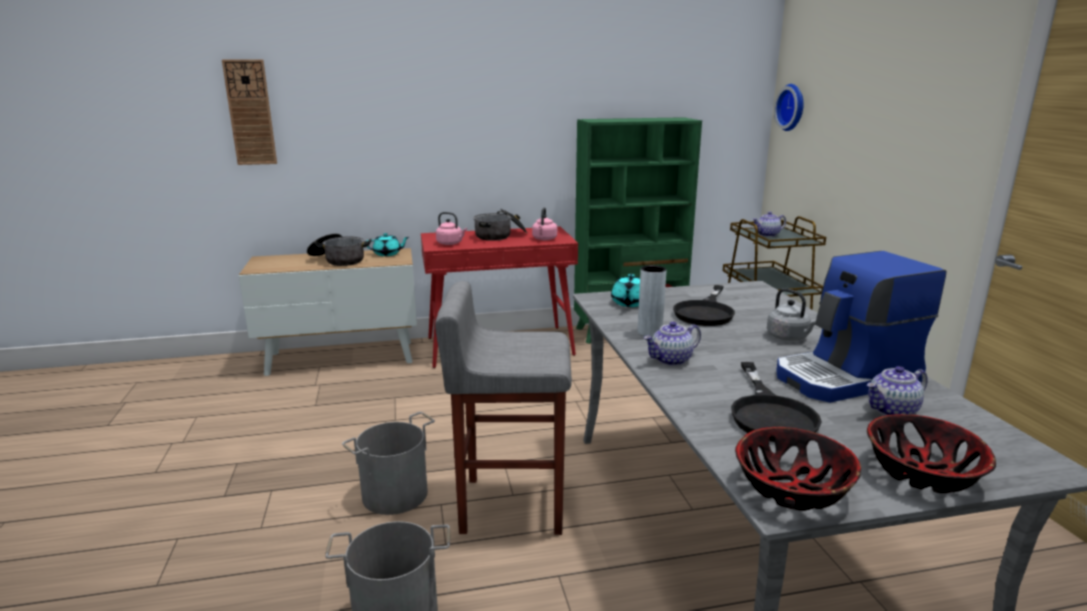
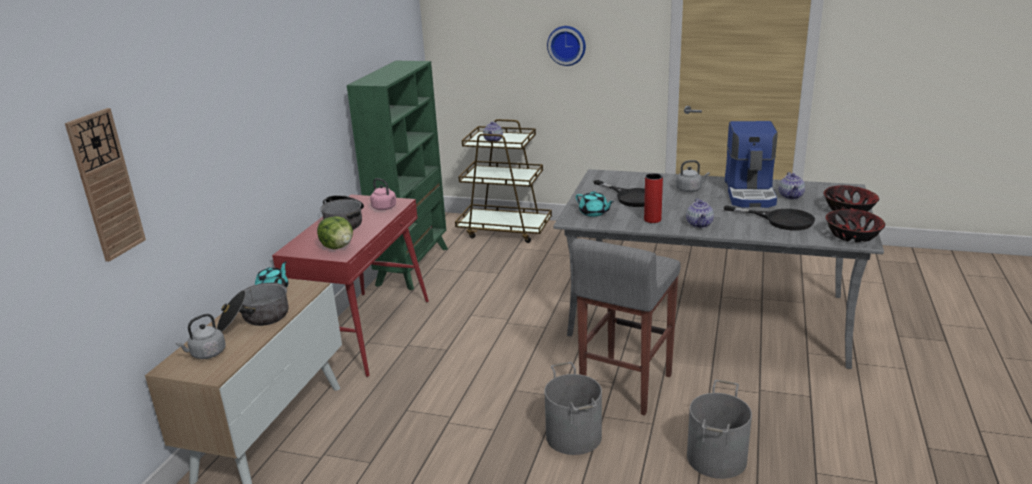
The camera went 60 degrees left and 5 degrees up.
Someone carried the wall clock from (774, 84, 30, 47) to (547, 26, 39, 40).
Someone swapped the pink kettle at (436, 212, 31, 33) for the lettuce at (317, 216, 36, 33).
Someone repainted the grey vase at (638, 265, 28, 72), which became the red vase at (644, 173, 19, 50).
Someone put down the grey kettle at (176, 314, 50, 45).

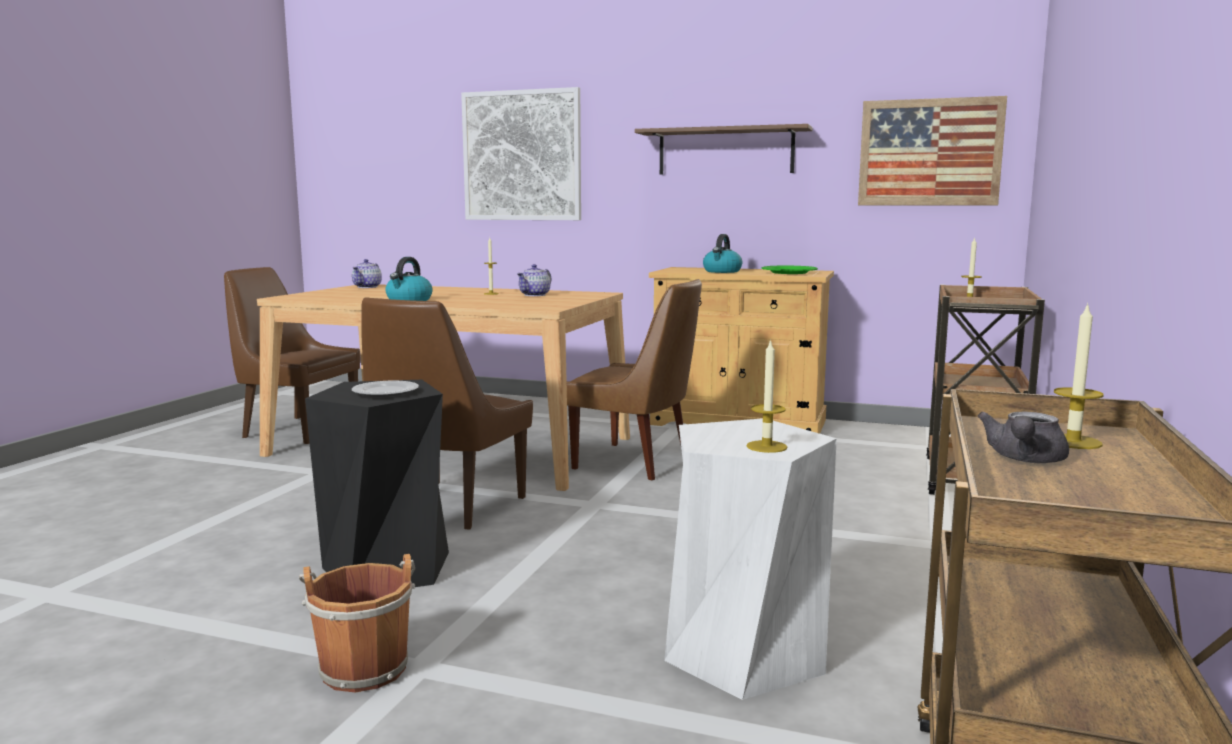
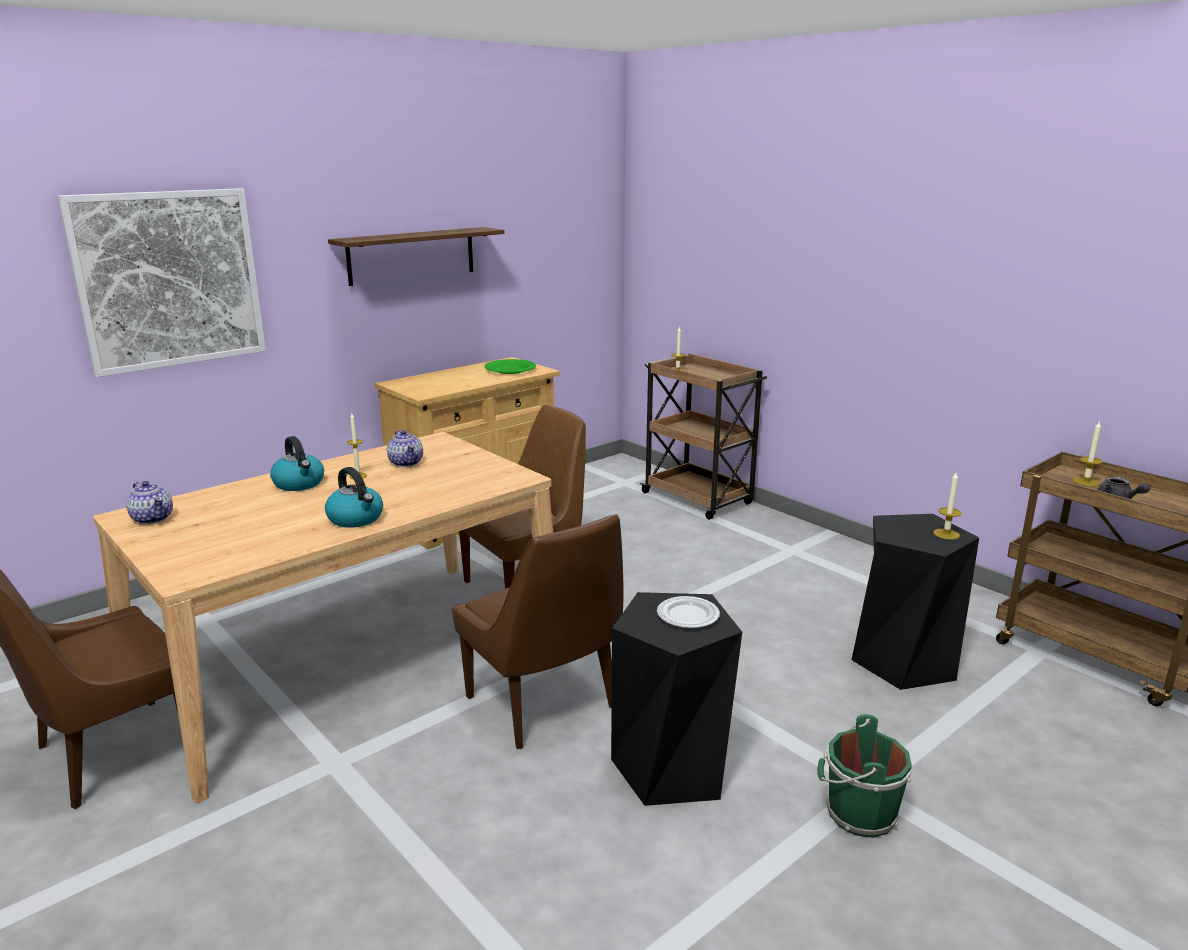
The camera went 60 degrees left and 10 degrees up.
Someone took away the picture at (858, 96, 149, 109).
Someone carried the kettle from (703, 234, 39, 39) to (270, 436, 54, 55).
Someone repainted the white stool at (664, 418, 173, 282), which became the black stool at (852, 514, 127, 176).
Someone repainted the brown bucket at (299, 554, 116, 138), which became the green bucket at (817, 714, 95, 124).

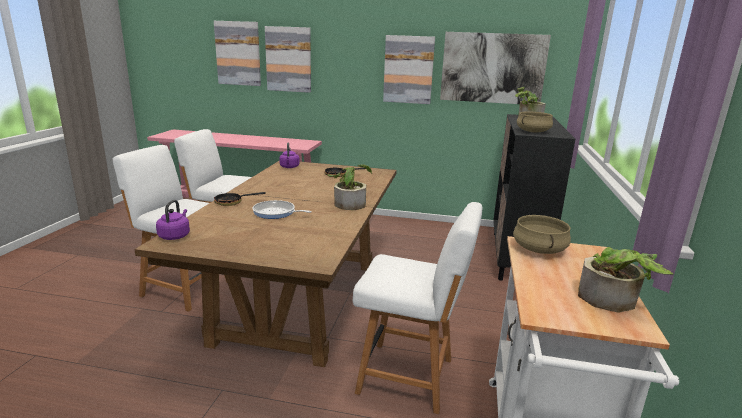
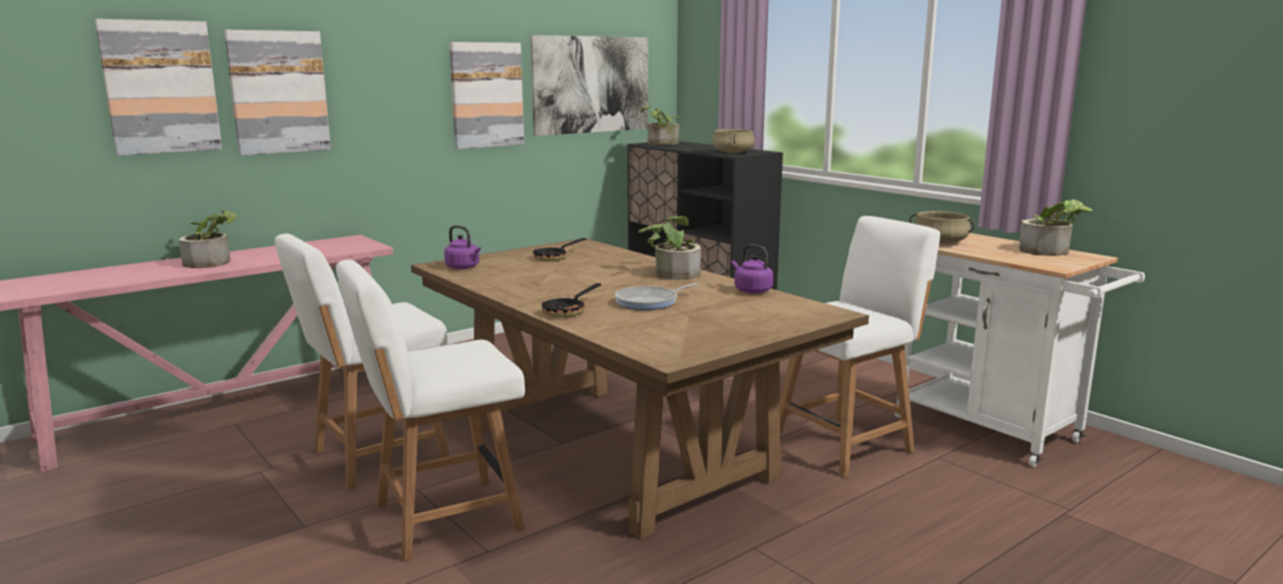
The camera went 50 degrees left and 5 degrees down.
Someone carried the purple kettle from (156, 200, 34, 40) to (732, 244, 41, 50).
Someone put down the potted plant at (179, 211, 57, 57).

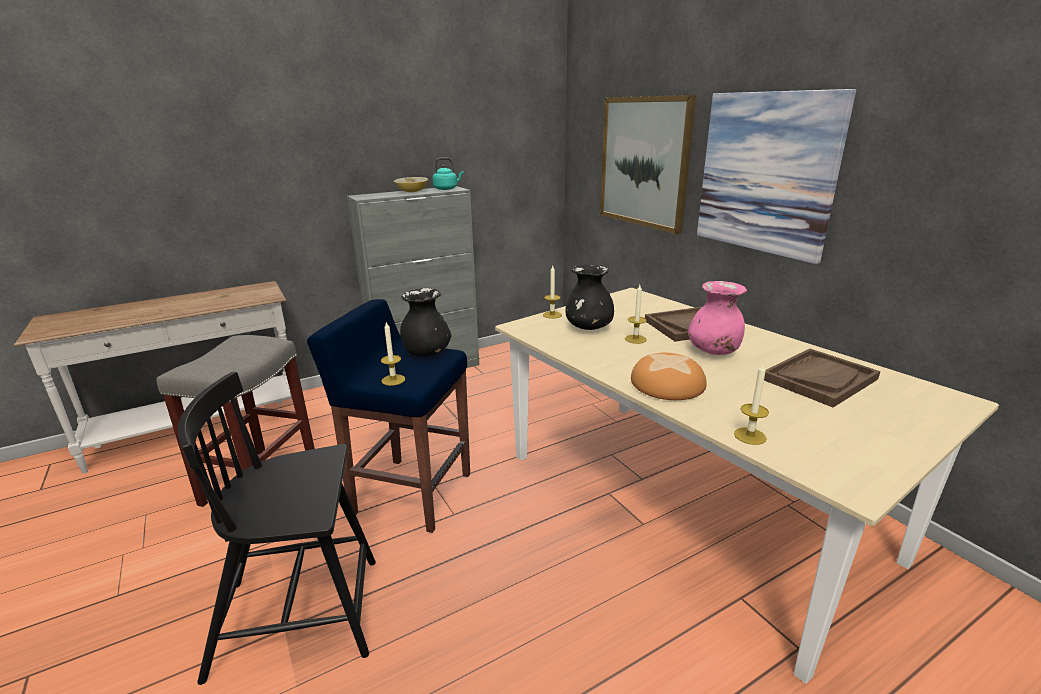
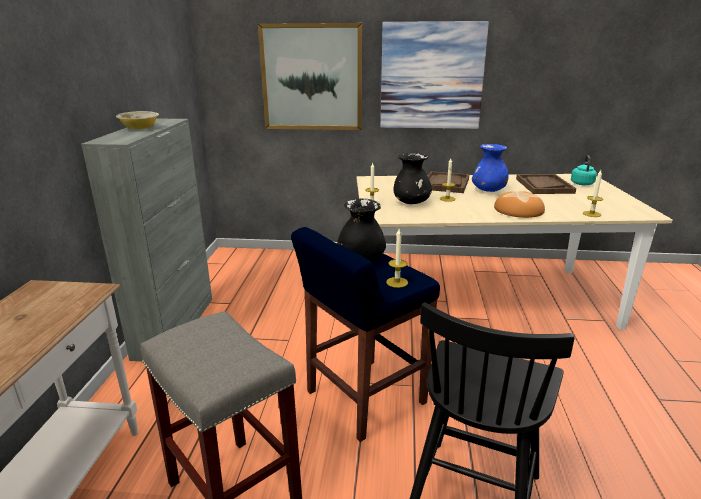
The camera went 55 degrees left and 0 degrees up.
Someone carried the turquoise kettle from (432, 158, 32, 32) to (571, 155, 26, 30).
Someone repainted the pink vase at (688, 281, 59, 74), which became the blue vase at (472, 144, 36, 48).

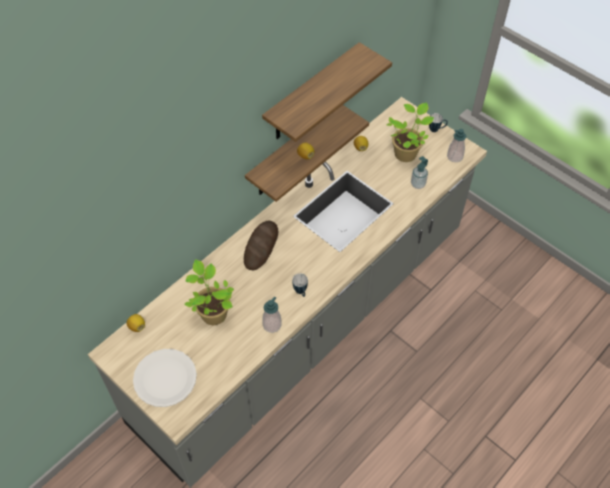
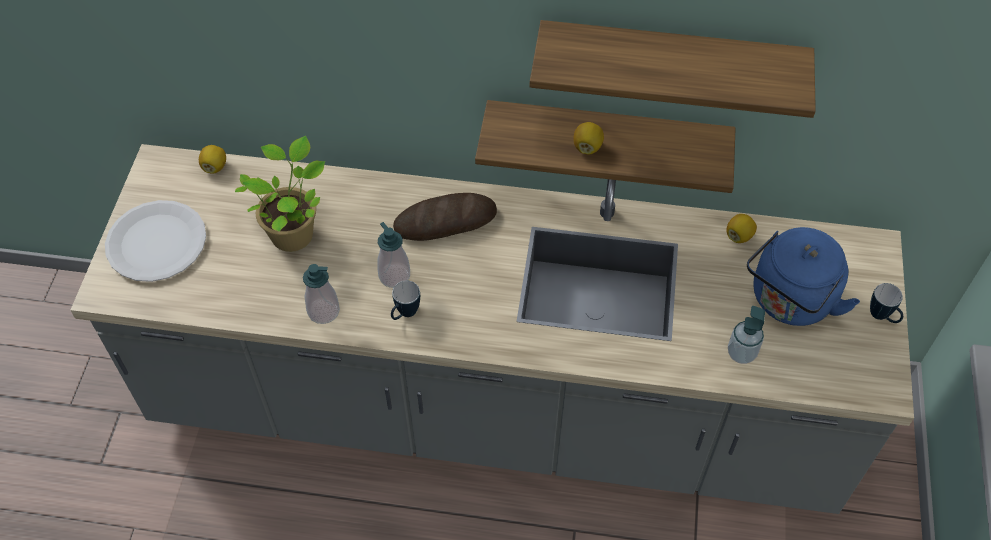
The camera went 55 degrees right and 0 degrees up.
Someone swapped the potted plant at (387, 102, 47, 60) for the blue kettle at (747, 227, 113, 99).
Someone carried the soap dispenser from (447, 129, 19, 33) to (377, 222, 33, 66).

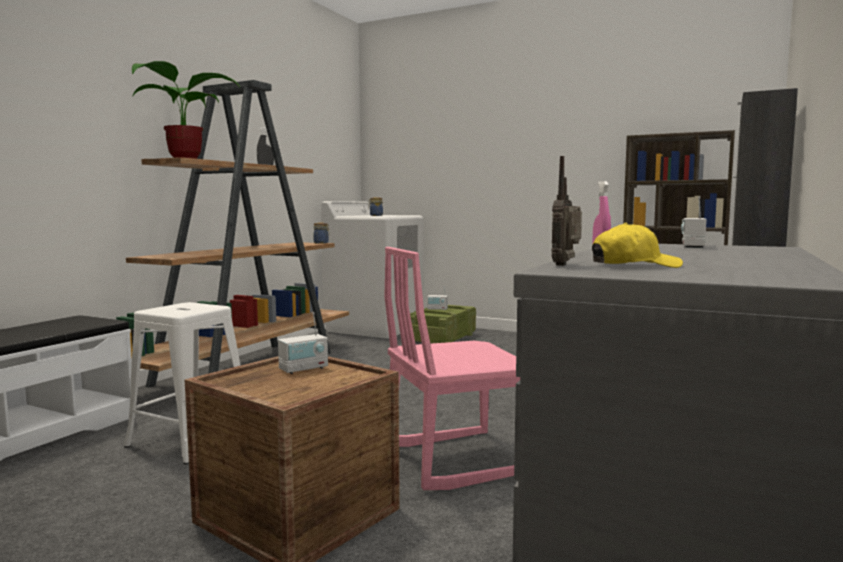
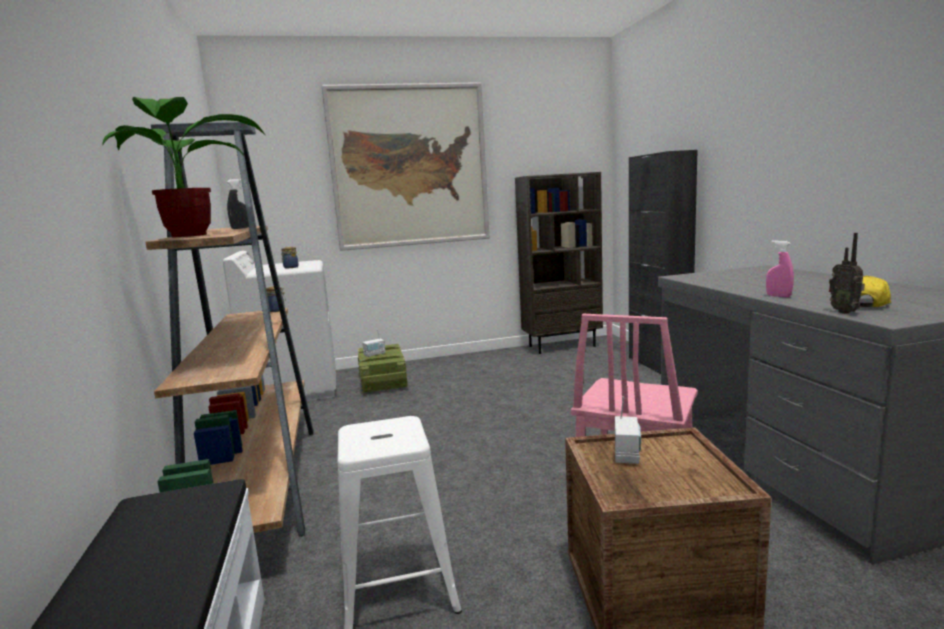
The camera went 40 degrees left and 5 degrees up.
Someone took away the radio at (681, 196, 26, 52).
Someone put up the picture at (322, 82, 168, 169).

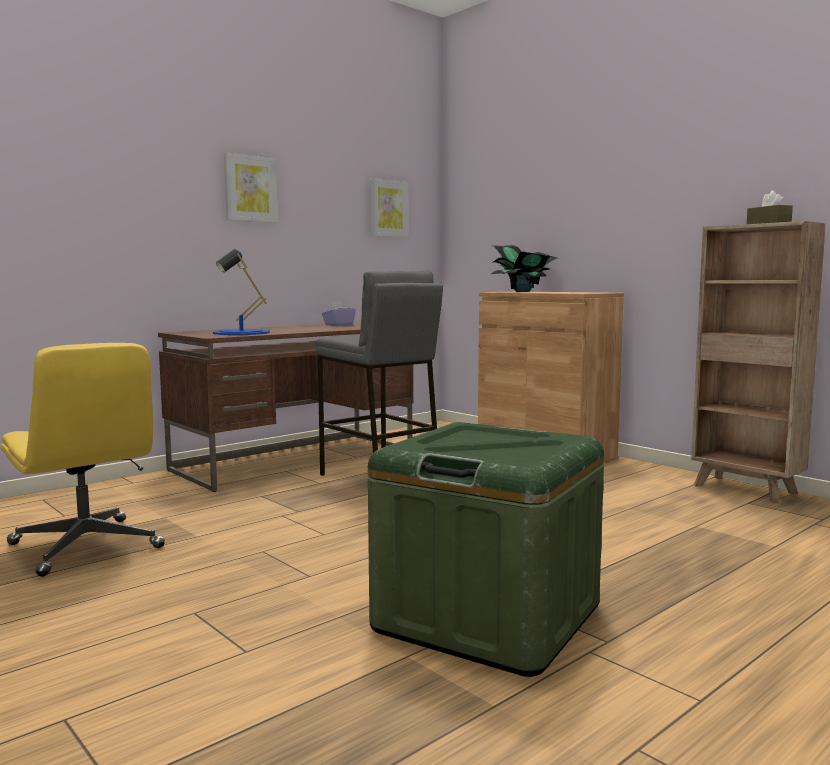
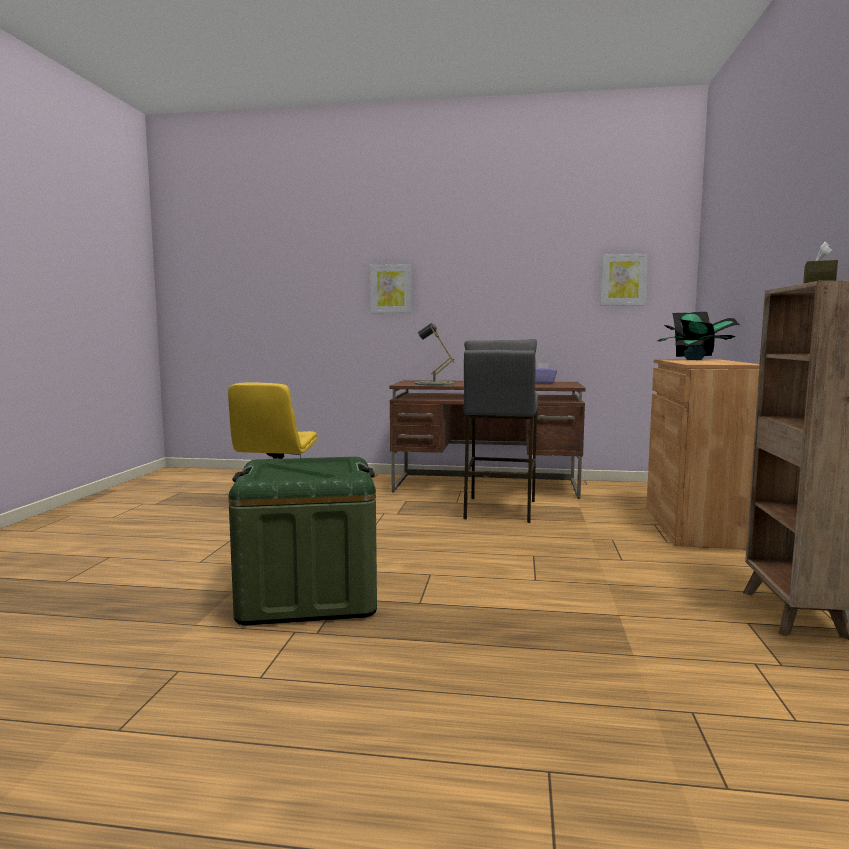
The camera went 50 degrees right and 0 degrees up.
Someone carried the picture from (224, 153, 54, 70) to (370, 264, 42, 49).
Someone repainted the blue table lamp at (213, 249, 57, 86), which became the grey table lamp at (415, 323, 40, 62).

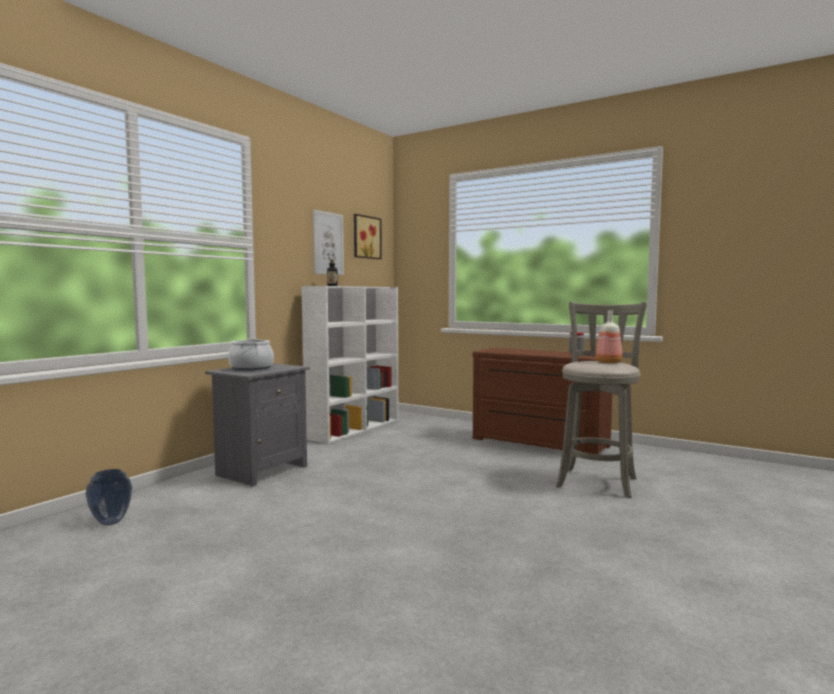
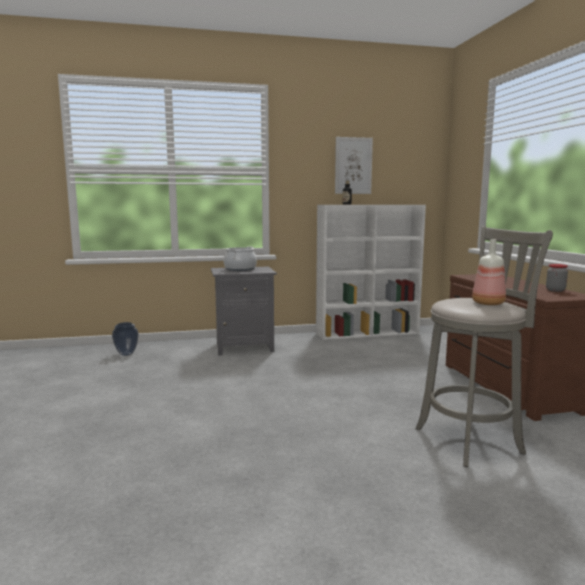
The camera went 45 degrees right and 5 degrees up.
Someone took away the picture at (354, 214, 28, 45).

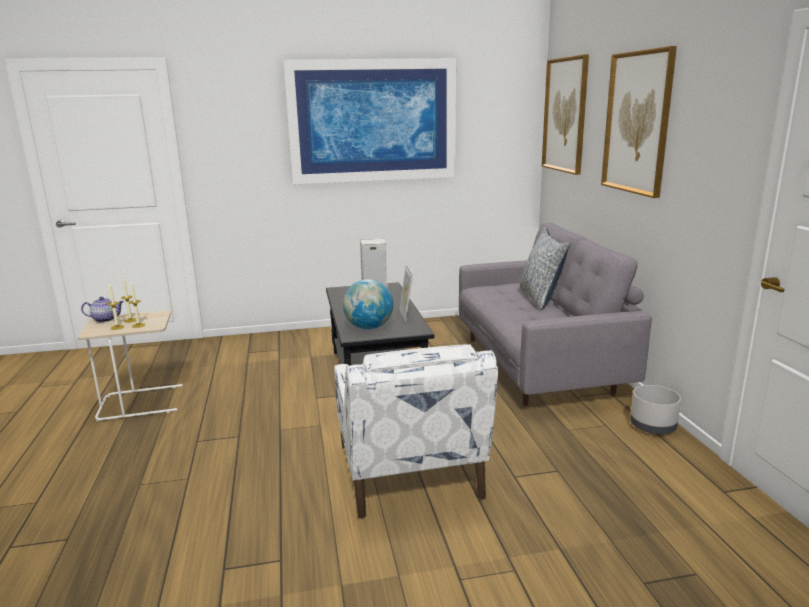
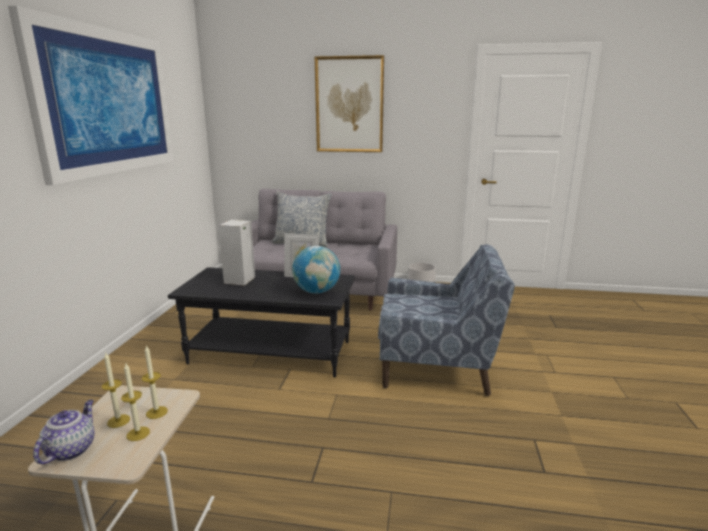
The camera went 70 degrees left and 0 degrees up.
Someone took away the picture at (542, 54, 47, 121).
Someone repainted the white armchair at (334, 344, 164, 175), which became the blue armchair at (378, 244, 137, 152).

